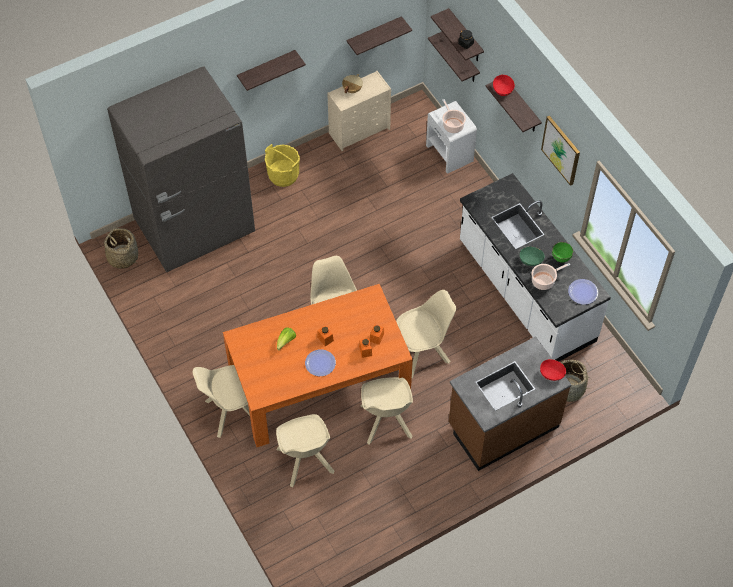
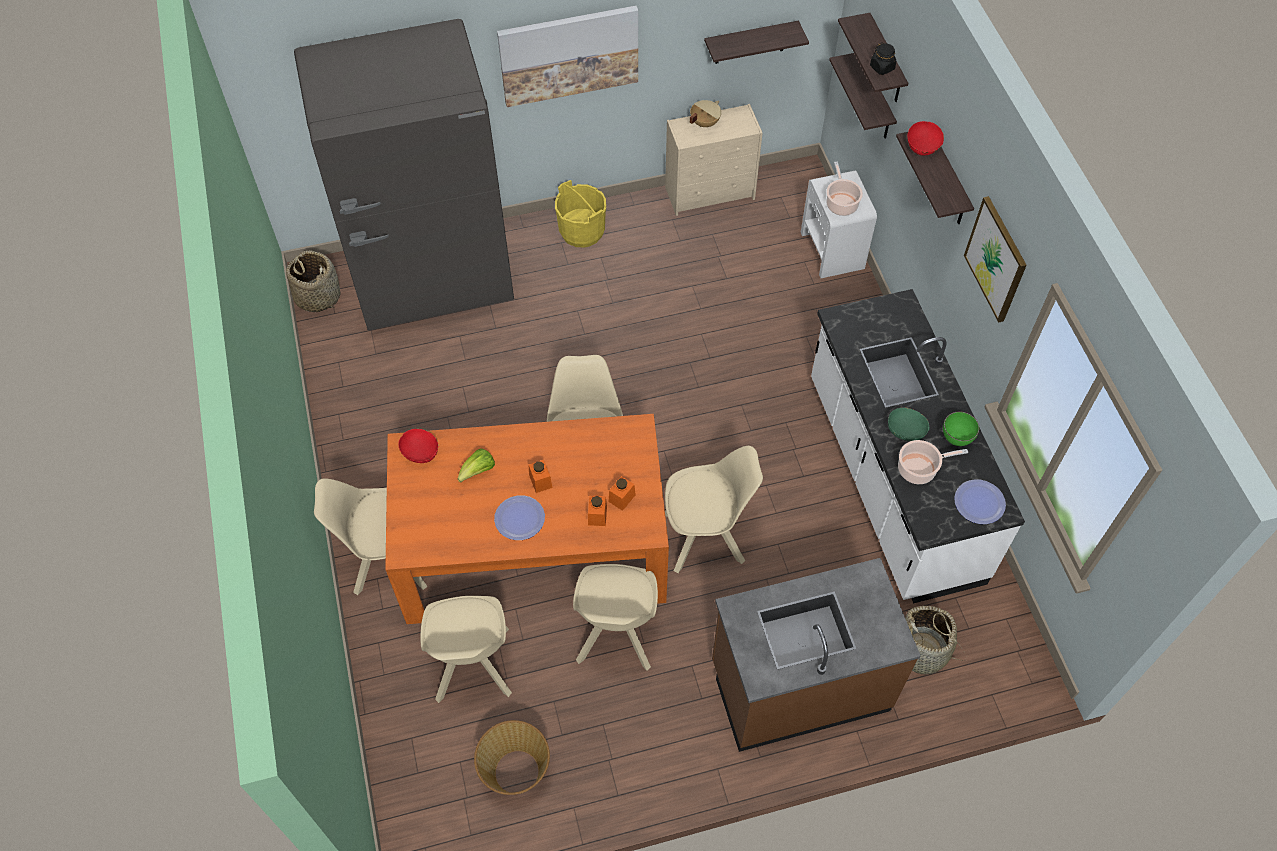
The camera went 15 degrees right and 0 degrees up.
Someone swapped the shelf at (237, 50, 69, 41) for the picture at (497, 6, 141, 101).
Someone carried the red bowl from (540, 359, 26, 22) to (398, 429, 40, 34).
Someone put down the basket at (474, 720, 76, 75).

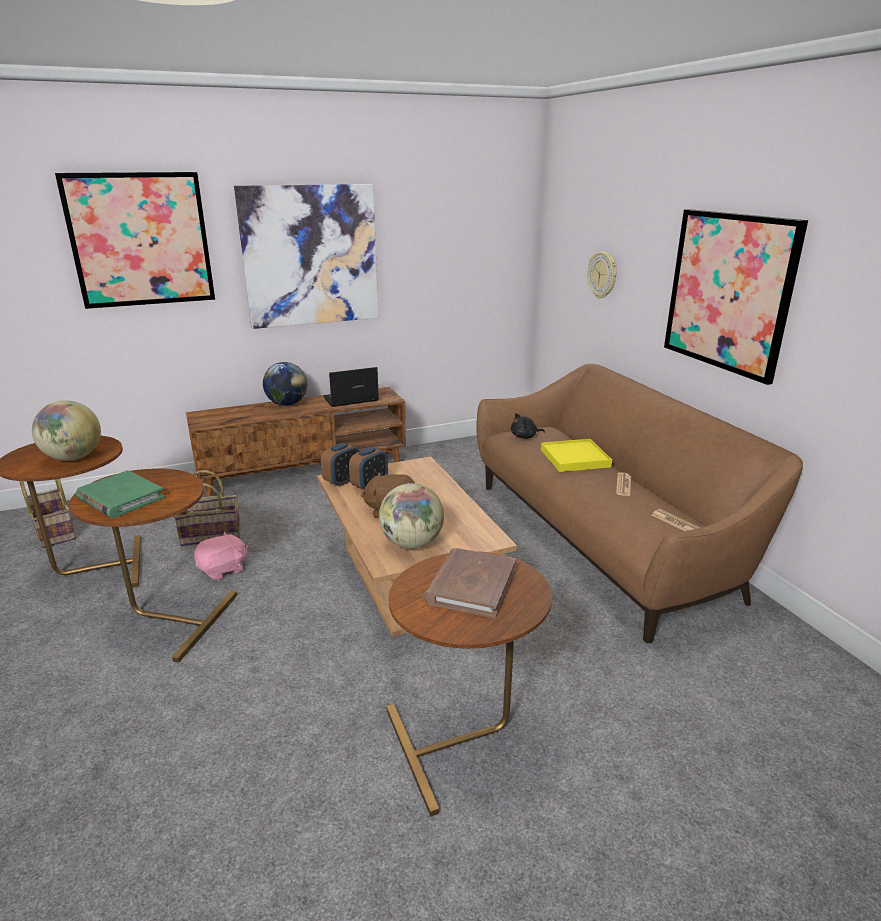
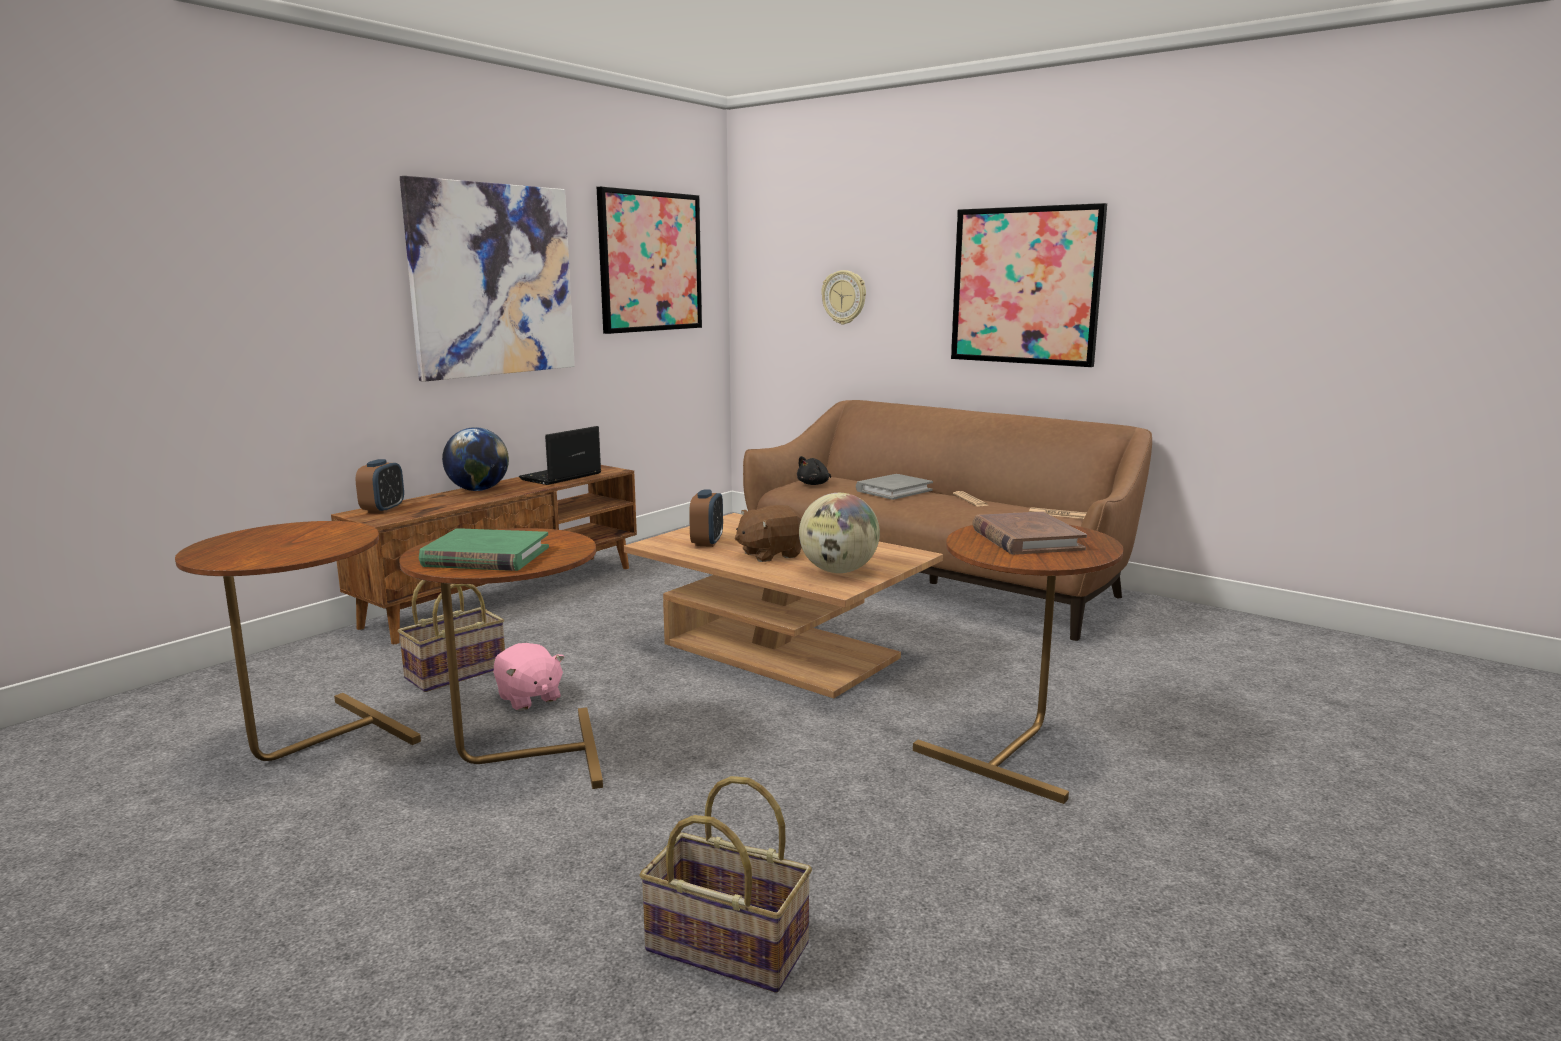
The camera went 30 degrees left and 10 degrees down.
Someone carried the picture from (55, 172, 160, 137) to (597, 187, 105, 147).
Someone took away the globe at (32, 400, 69, 61).
Someone swapped the yellow tray at (541, 439, 71, 33) for the grey book at (856, 474, 77, 26).
Someone carried the alarm clock from (321, 442, 38, 45) to (356, 459, 48, 55).
Someone carried the basket from (19, 479, 57, 69) to (639, 776, 173, 217).
Someone rotated the pink plush toy at (194, 532, 54, 49) by 120 degrees clockwise.

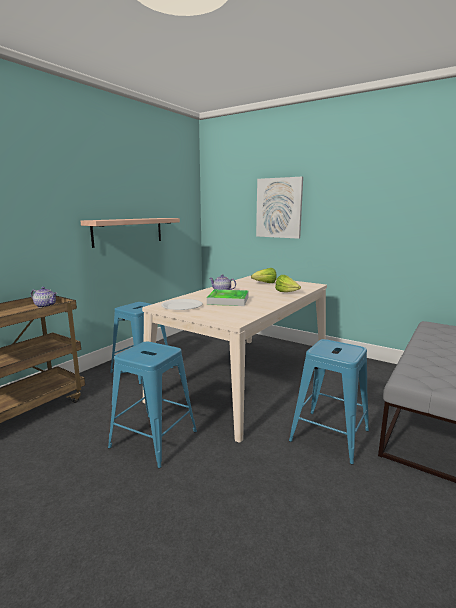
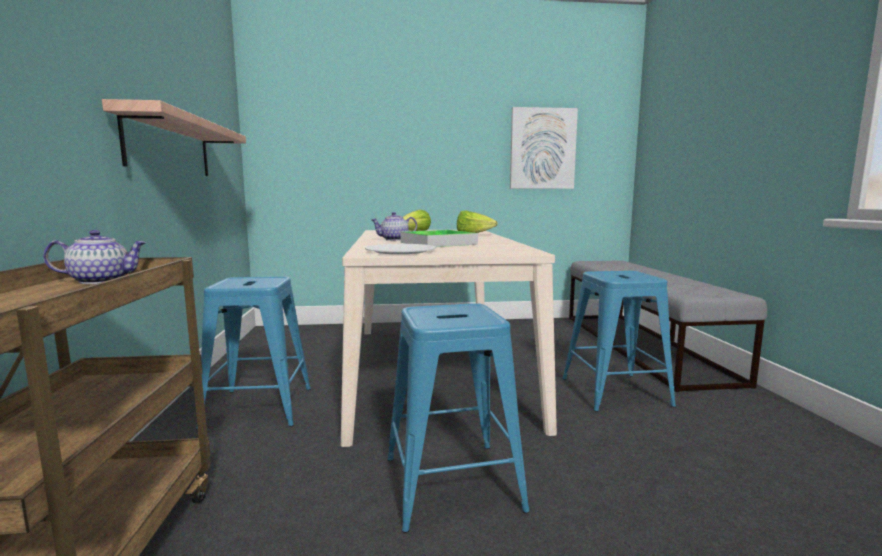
The camera went 40 degrees left and 5 degrees down.
Someone carried the picture from (256, 177, 47, 62) to (510, 107, 68, 82).

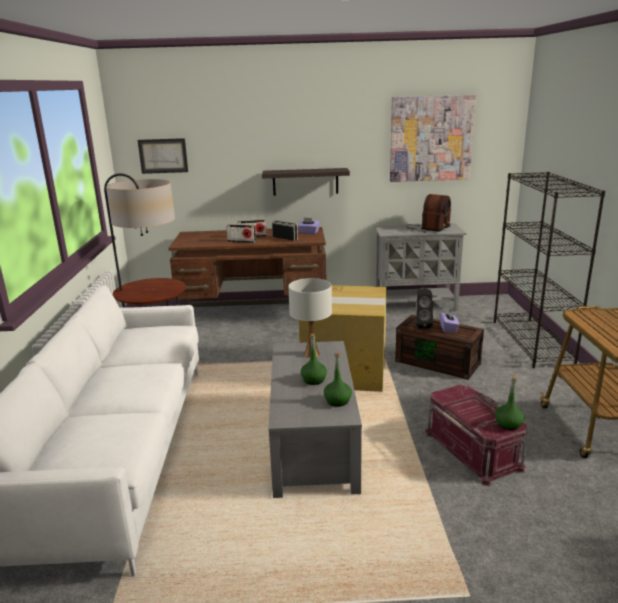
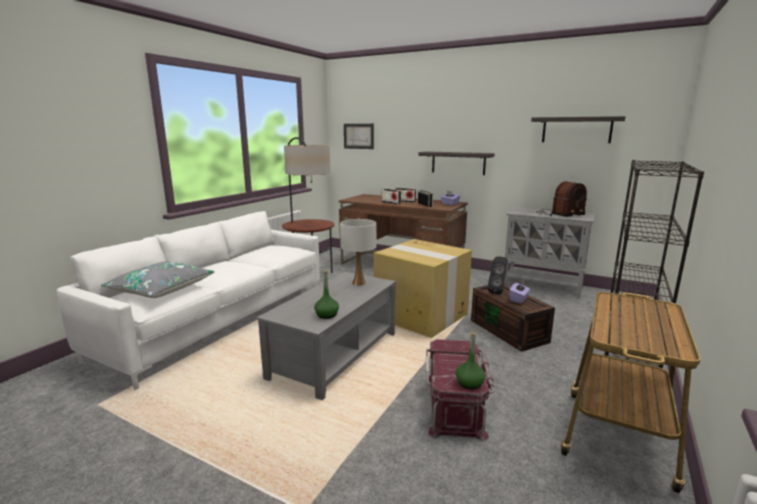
The camera went 30 degrees right and 5 degrees down.
Someone swapped the picture at (390, 95, 86, 87) for the shelf at (531, 116, 95, 27).
Someone took away the green bottle at (301, 334, 26, 51).
Someone put down the grey pillow at (101, 261, 114, 37).

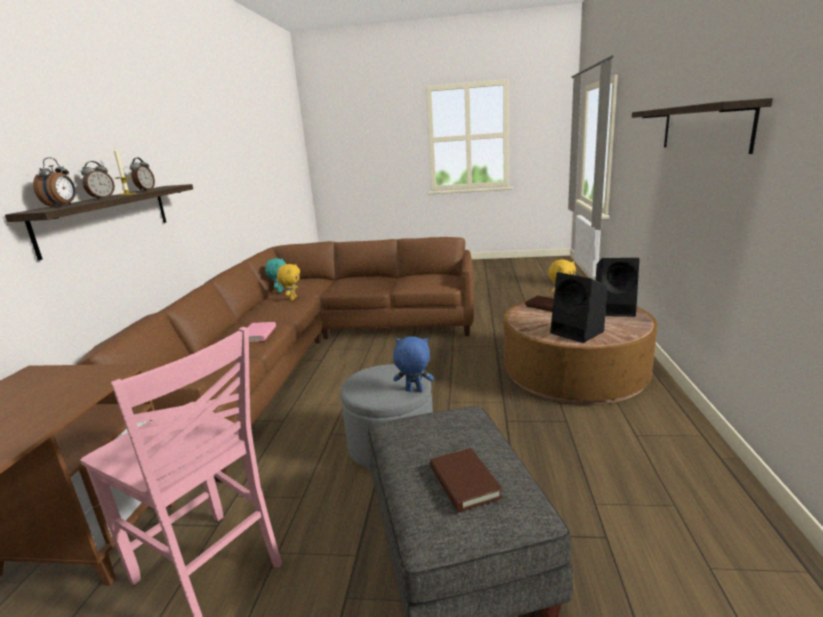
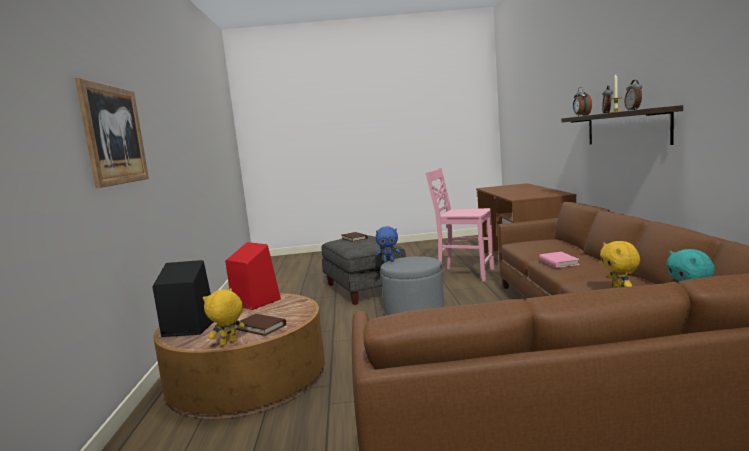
The camera went 170 degrees right and 10 degrees down.
Someone swapped the shelf at (632, 98, 141, 56) for the picture at (75, 78, 74, 110).
Someone repainted the black speaker at (550, 272, 57, 71), which became the red speaker at (225, 242, 56, 68).

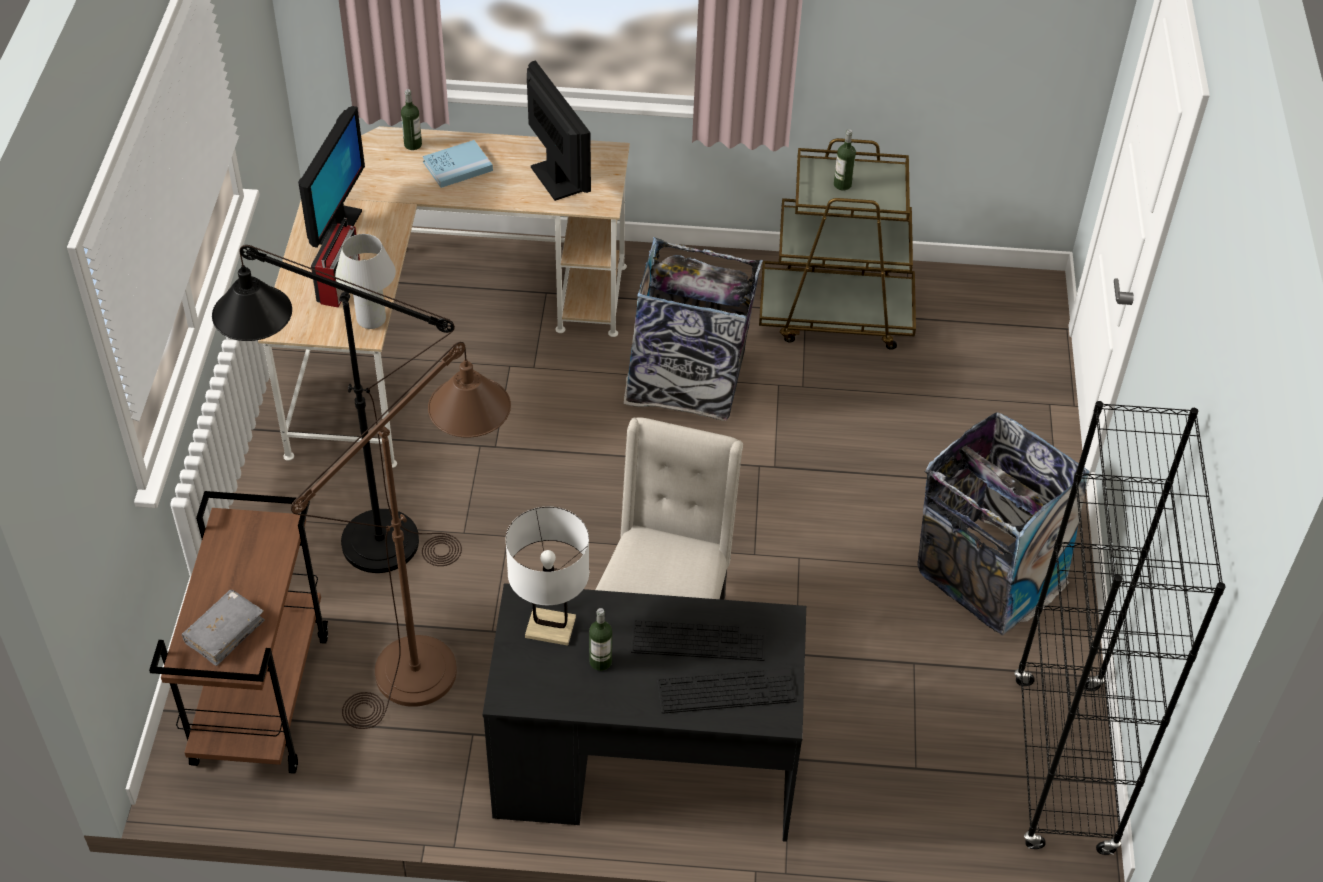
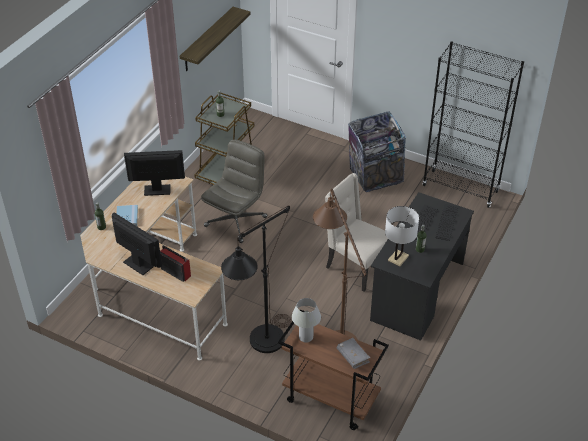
The camera went 65 degrees left and 5 degrees down.
Someone carried the white table lamp from (335, 234, 61, 95) to (292, 298, 29, 45).
Someone swapped the trash can at (624, 237, 139, 184) for the grey office chair at (201, 140, 66, 103).
Someone put up the shelf at (180, 7, 71, 64).

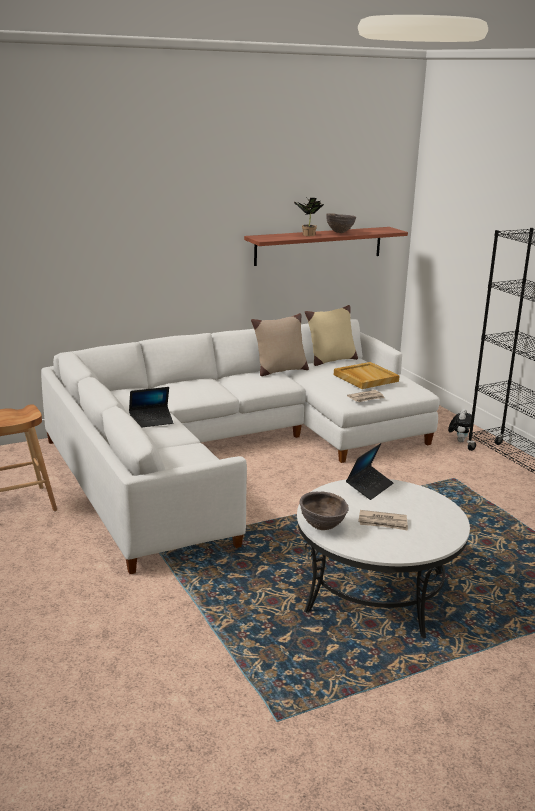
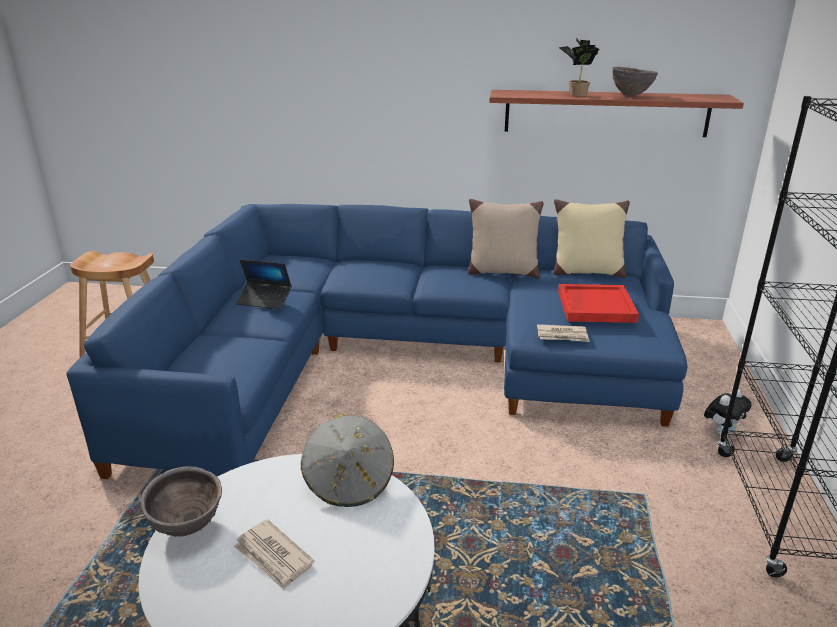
The camera went 35 degrees right and 5 degrees up.
Someone repainted the white sofa at (41, 319, 399, 255), which became the blue sofa at (66, 204, 621, 275).
Someone repainted the beige tray at (334, 362, 66, 27), which became the red tray at (558, 284, 81, 39).
Someone swapped the laptop at (346, 443, 47, 57) for the grey hat at (301, 414, 93, 93).

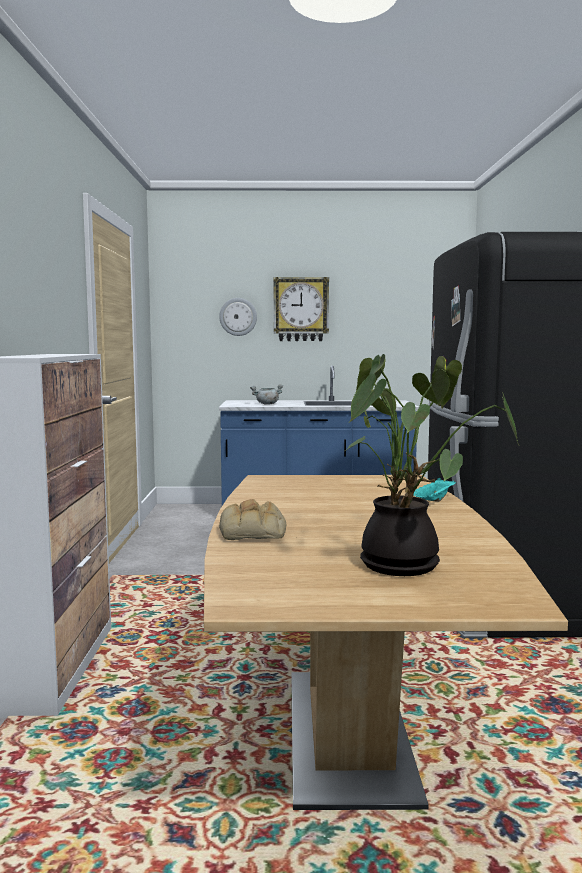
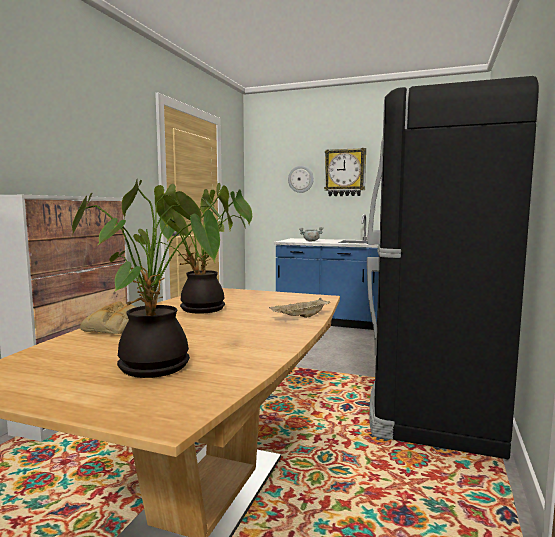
The camera went 20 degrees right and 0 degrees up.
Someone repainted the turquoise tray at (413, 478, 43, 24), which became the beige tray at (269, 298, 61, 20).
Someone put down the potted plant at (156, 189, 96, 125).

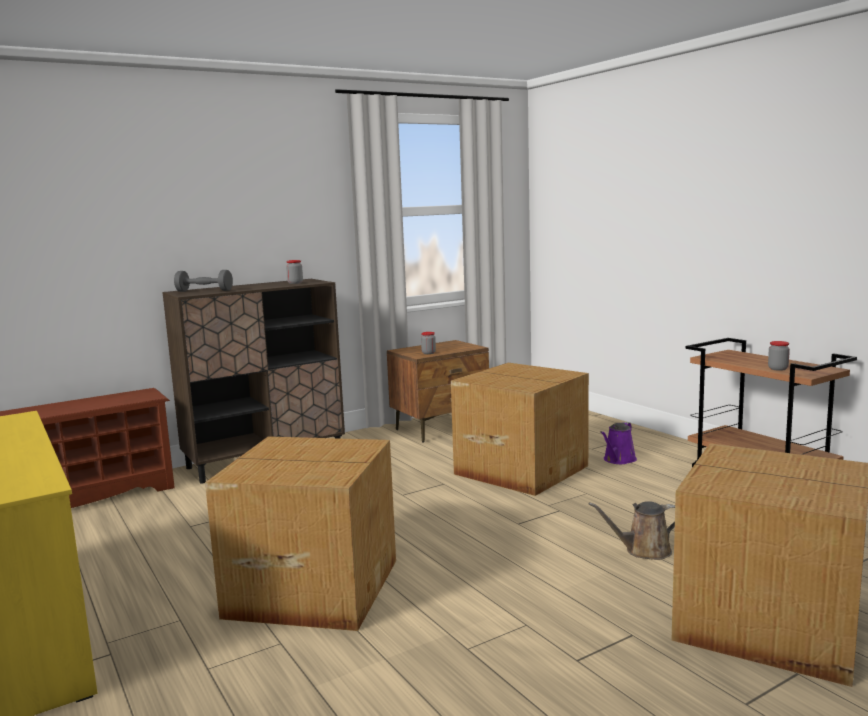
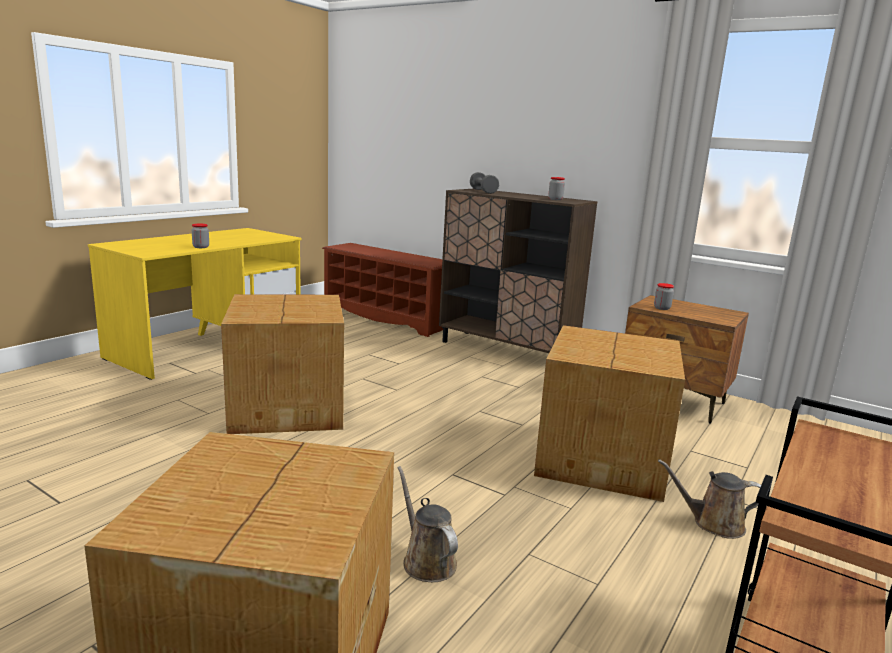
The camera went 65 degrees right and 5 degrees up.
Someone carried the jar from (768, 341, 22, 30) to (192, 223, 17, 25).
Someone repainted the purple watering can at (600, 422, 37, 42), which became the brown watering can at (658, 459, 103, 80).

